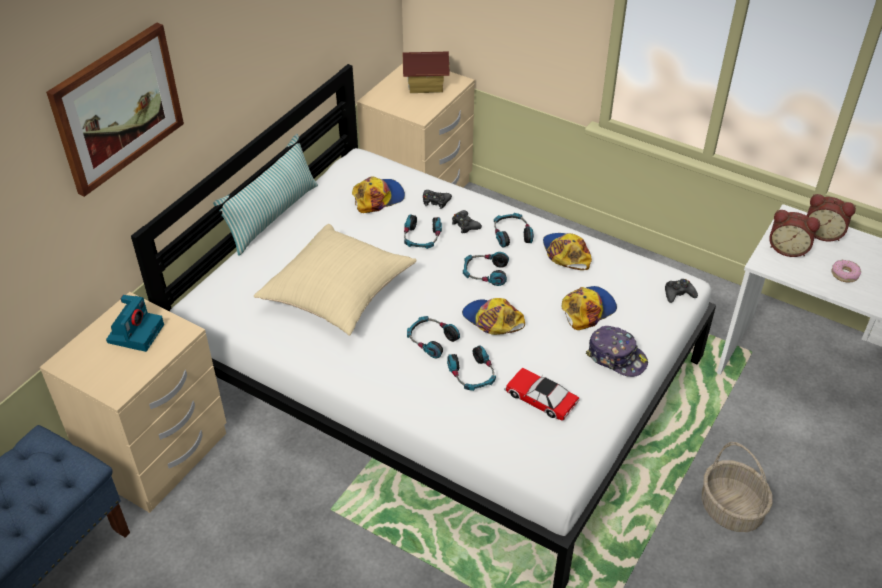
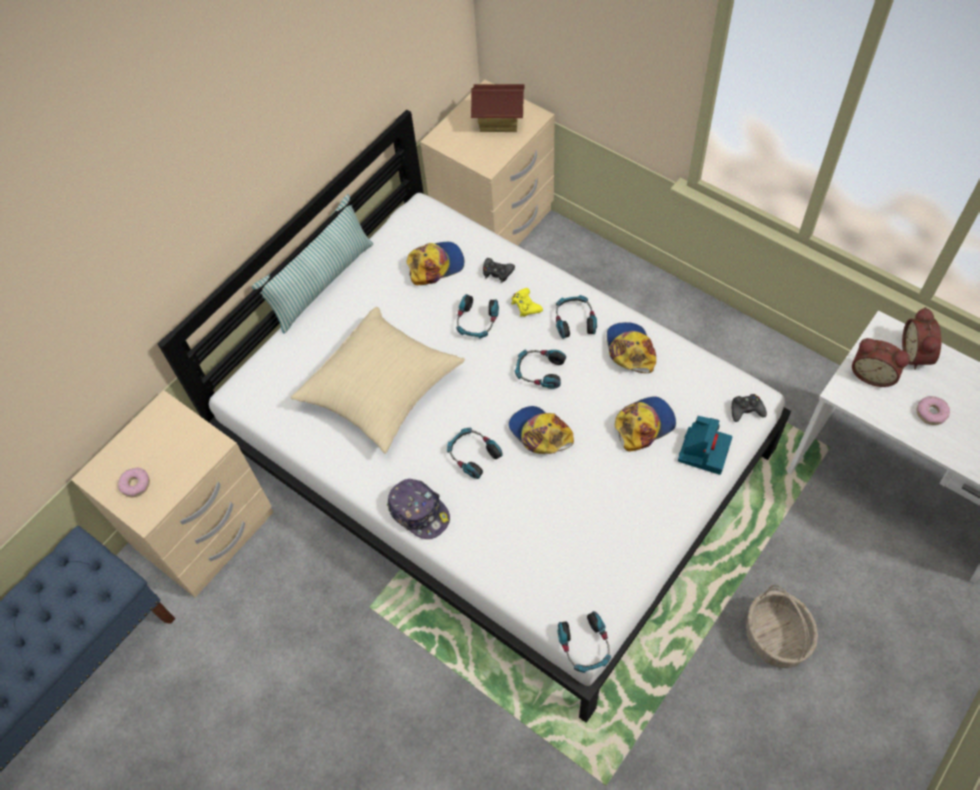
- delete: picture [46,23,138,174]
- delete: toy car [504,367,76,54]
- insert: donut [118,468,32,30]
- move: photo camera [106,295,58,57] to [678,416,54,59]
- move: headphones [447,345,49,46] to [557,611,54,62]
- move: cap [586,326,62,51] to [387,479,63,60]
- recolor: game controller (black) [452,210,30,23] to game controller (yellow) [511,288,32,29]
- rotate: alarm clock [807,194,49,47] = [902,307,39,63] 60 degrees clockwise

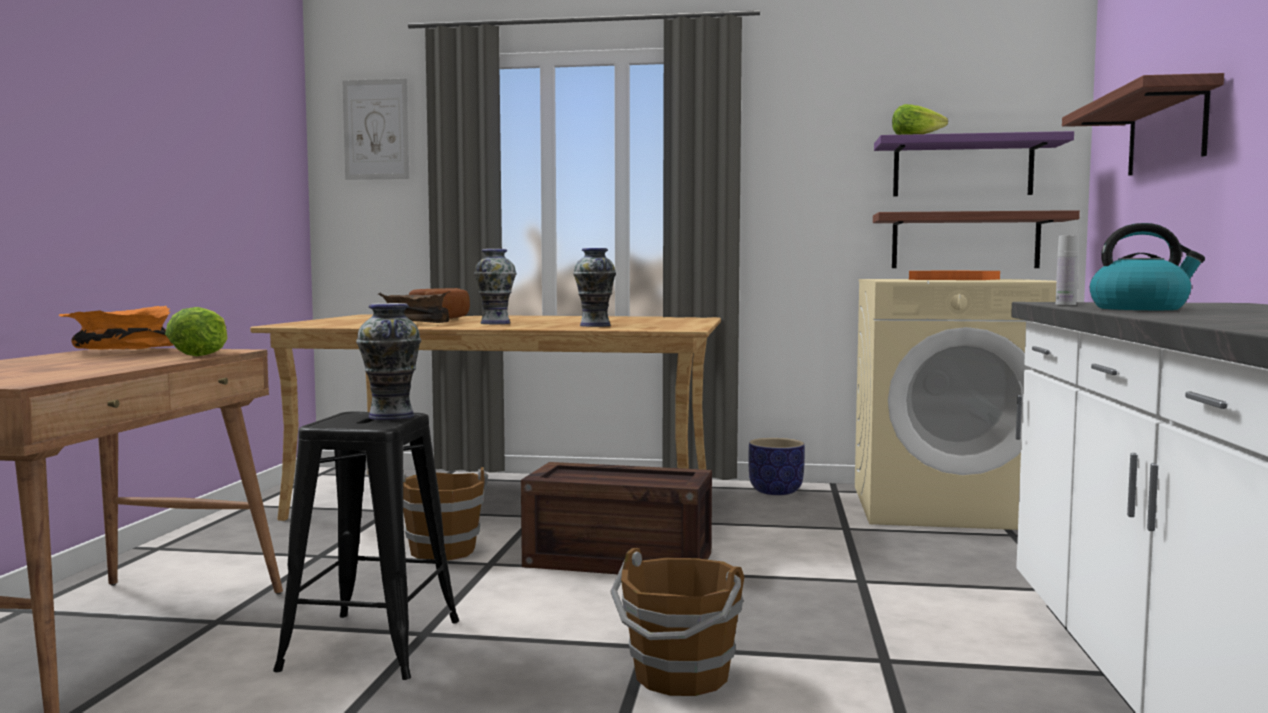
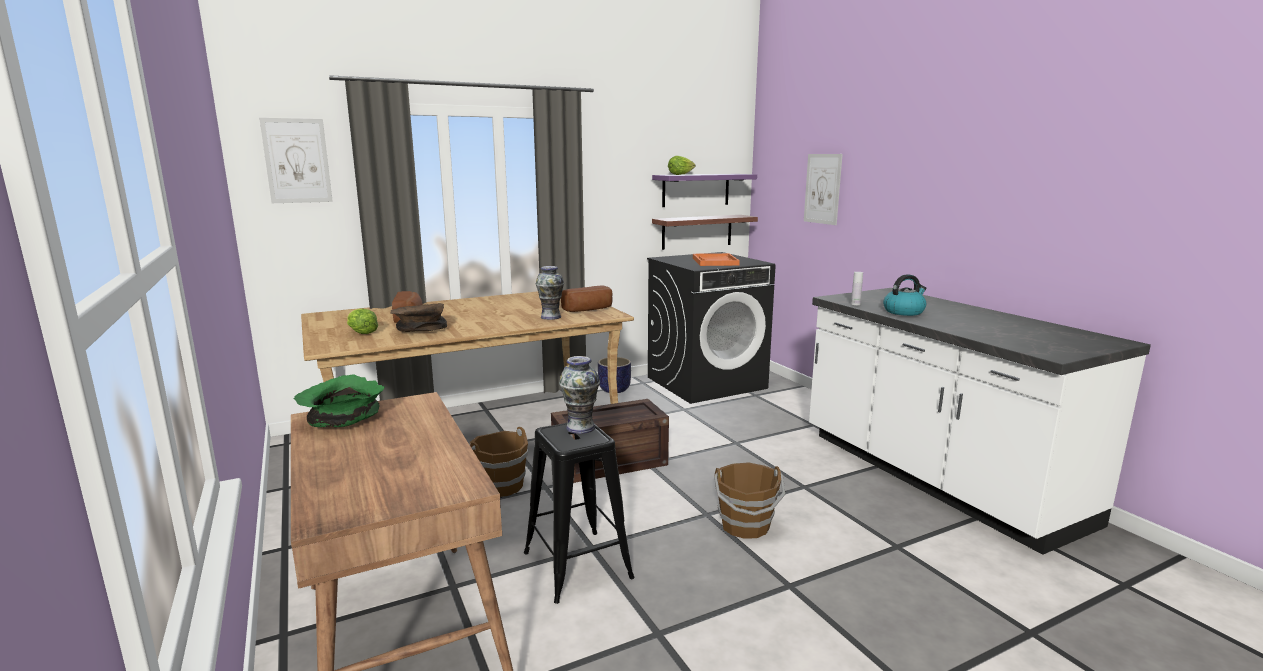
- delete: vase [474,249,43,75]
- insert: bread [561,285,52,27]
- move: lettuce [165,307,62,49] to [347,308,31,26]
- replace: shelf [1062,73,162,102] to picture [804,154,39,71]
- recolor: bowl (orange) [59,306,114,43] to bowl (green) [293,374,92,53]
- recolor: washing machine (beige) [855,279,201,251] to washing machine (black) [647,252,129,152]

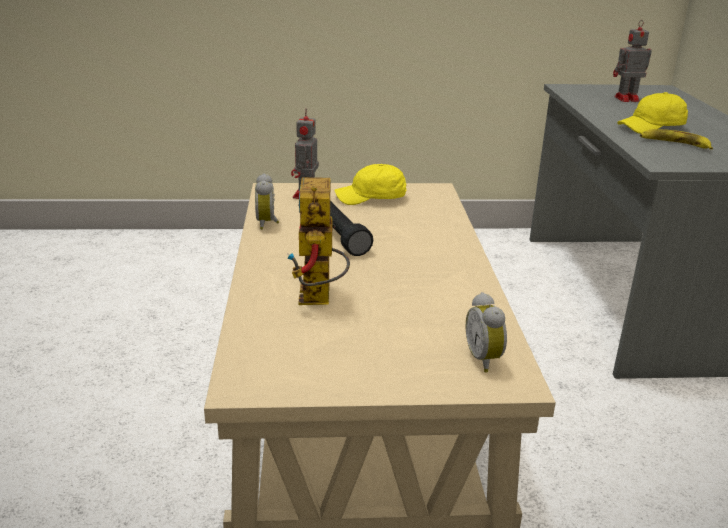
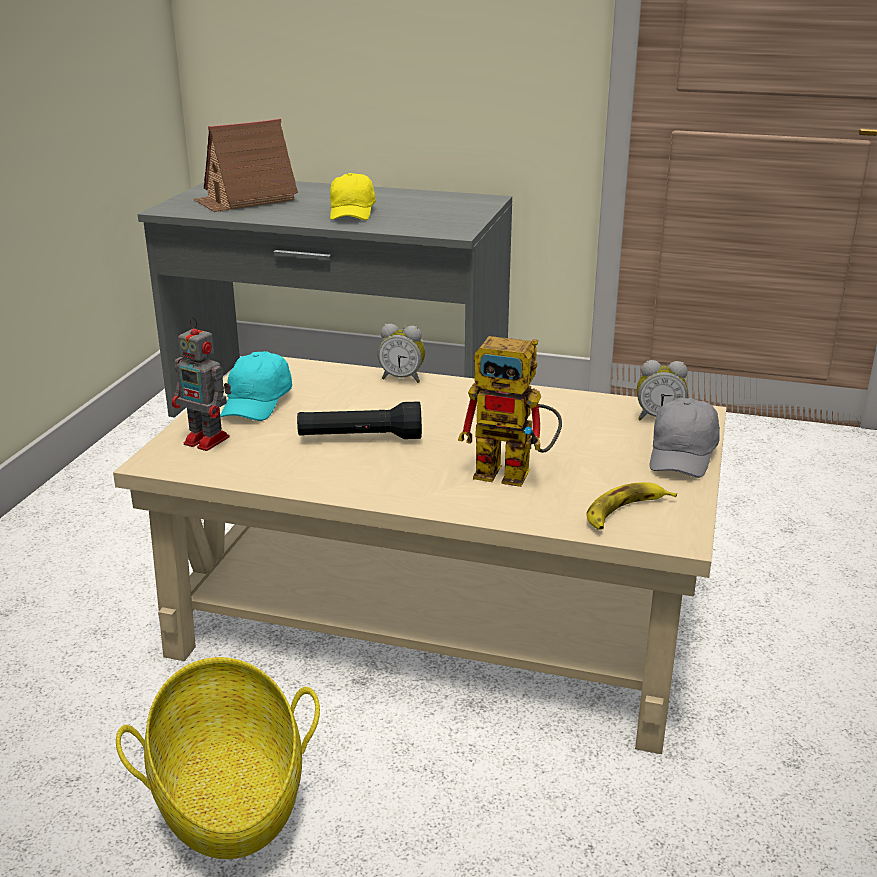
- insert: basket [116,657,204,202]
- insert: cap (grey) [649,398,71,80]
- move: alarm clock [255,173,24,57] to [378,324,47,59]
- move: banana [640,129,73,21] to [586,482,91,48]
- replace: toy robot [613,20,39,82] to toy house [193,118,105,94]
- recolor: cap (yellow) [334,164,73,41] to cap (turquoise) [220,351,72,70]

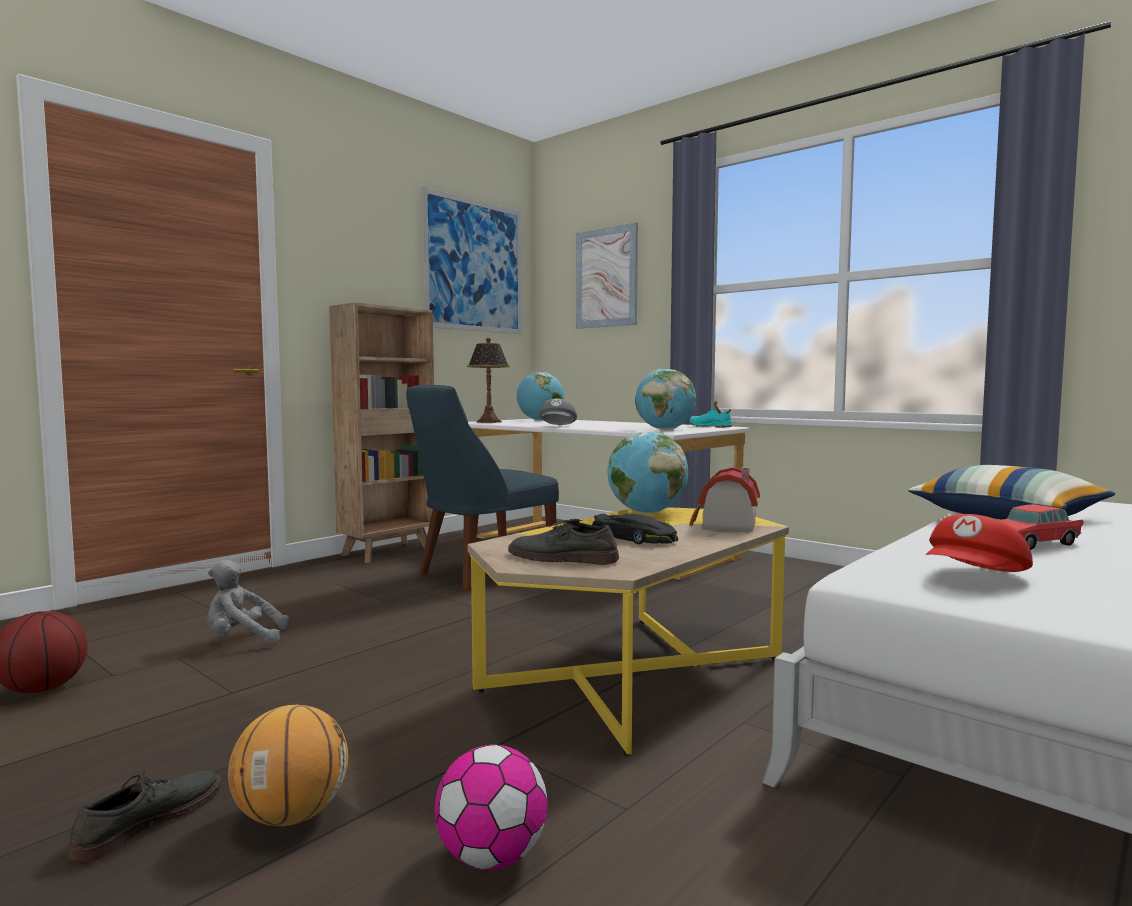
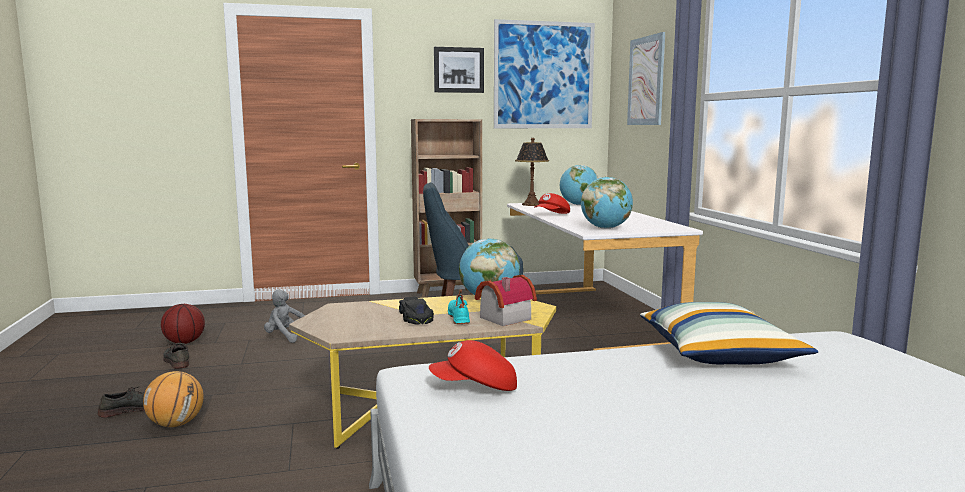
- delete: football [435,745,113,125]
- delete: toy car [999,504,85,46]
- insert: picture [434,47,50,46]
- move: shoe (grey) [508,519,111,46] to [163,343,26,26]
- move: shoe (turquoise) [689,401,43,27] to [448,289,22,35]
- recolor: cap (grey) [539,398,38,27] to cap (red) [535,193,35,21]

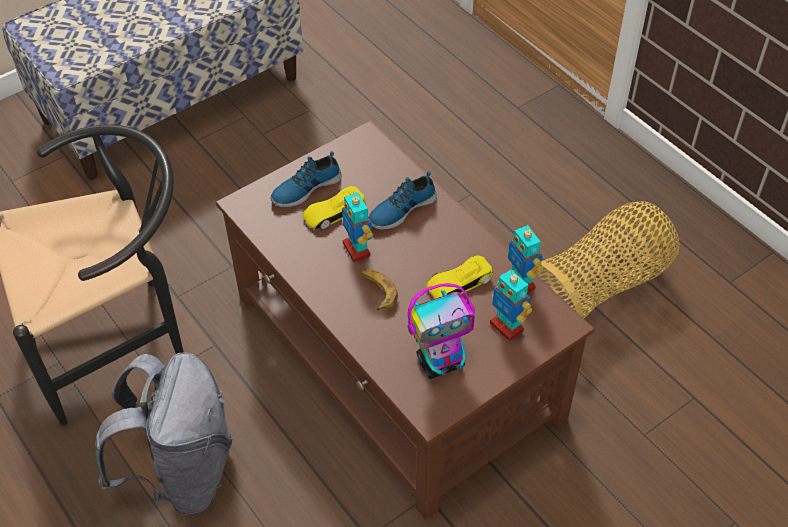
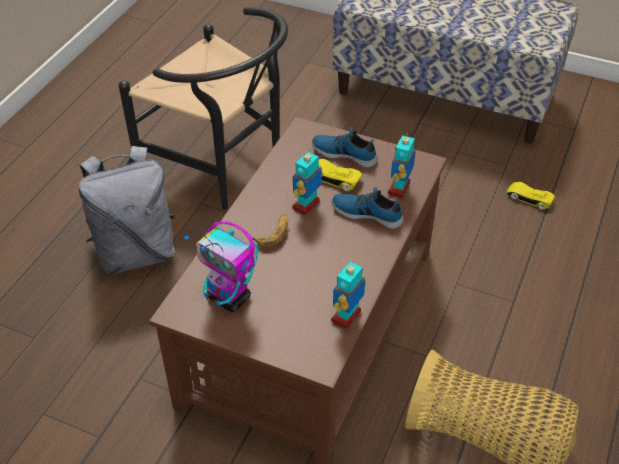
- move: toy car (yellow) [426,255,67,44] to [507,182,48,28]
- move: toy robot [490,269,42,72] to [388,135,28,63]

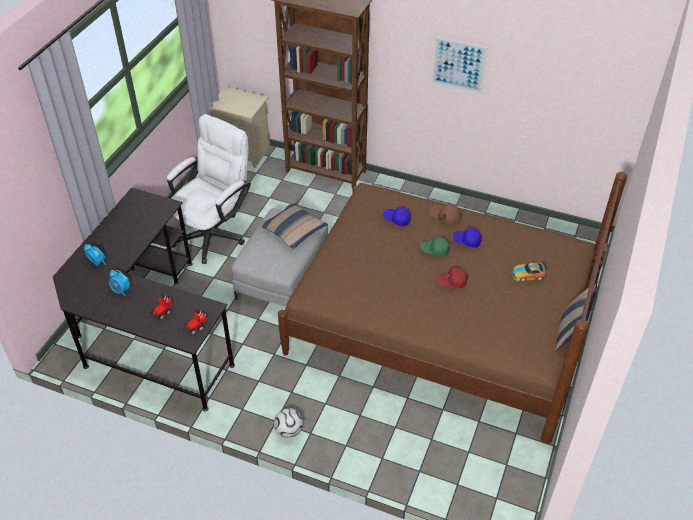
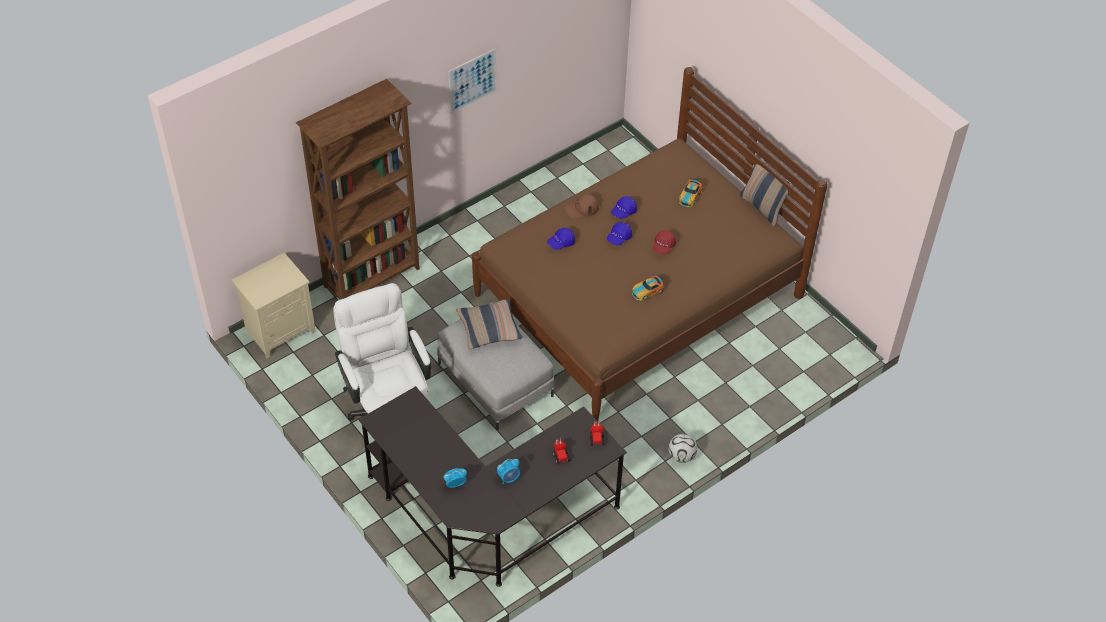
- insert: toy car [632,275,32,26]
- recolor: cap (green) [420,237,30,19] to cap (blue) [607,222,25,23]

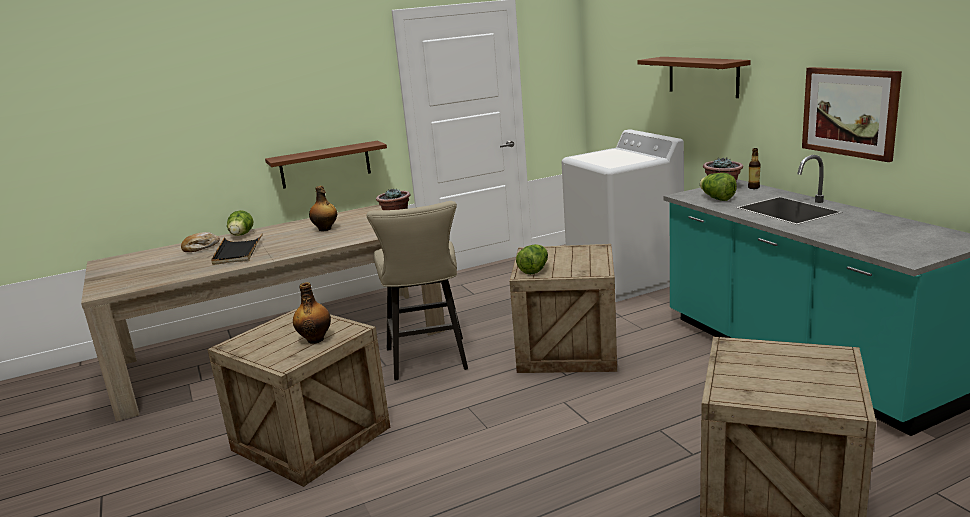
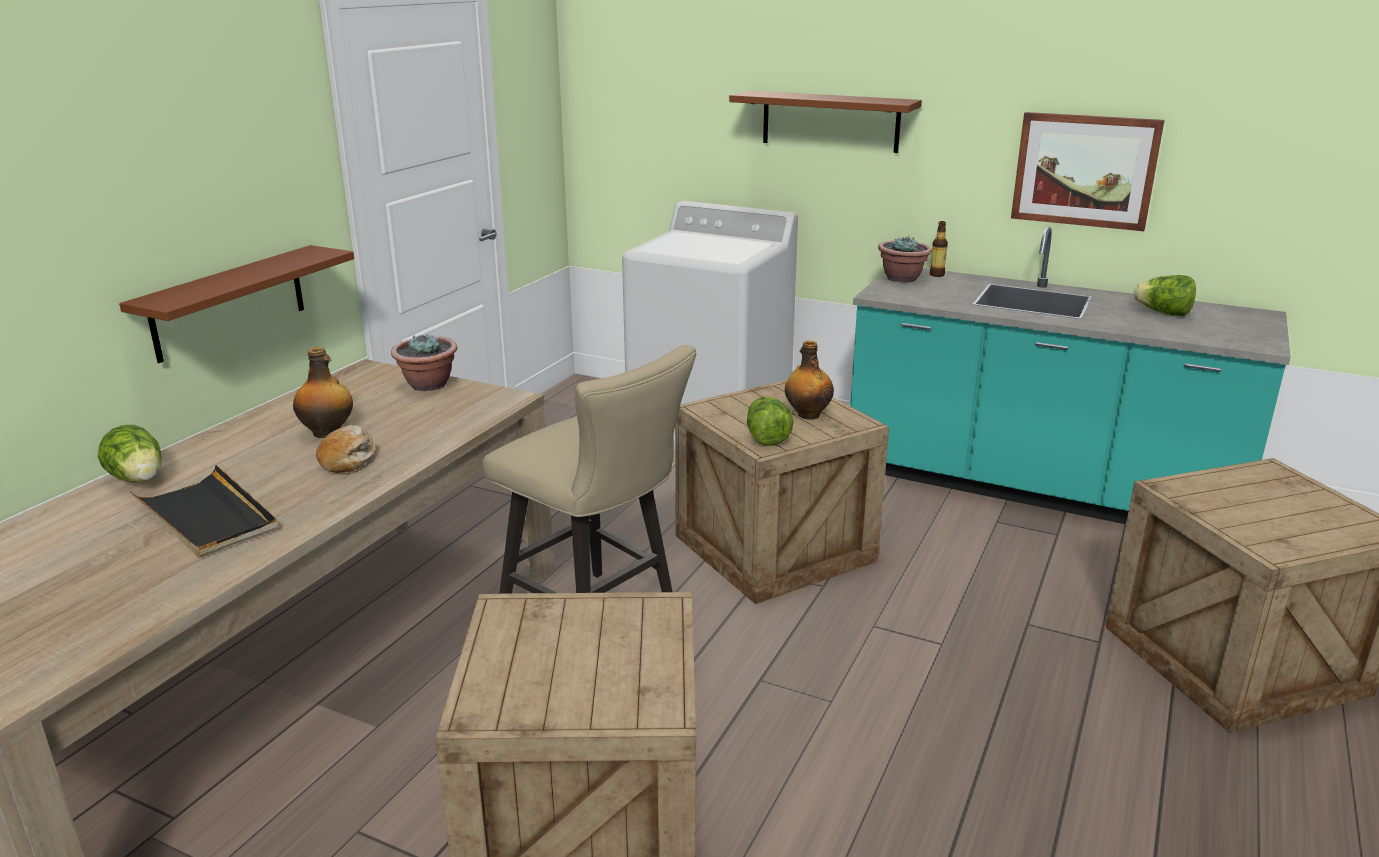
- move: bread [181,232,39,20] to [316,425,60,48]
- move: bottle [293,282,38,62] to [785,341,49,78]
- move: lettuce [700,173,37,28] to [1134,275,62,41]

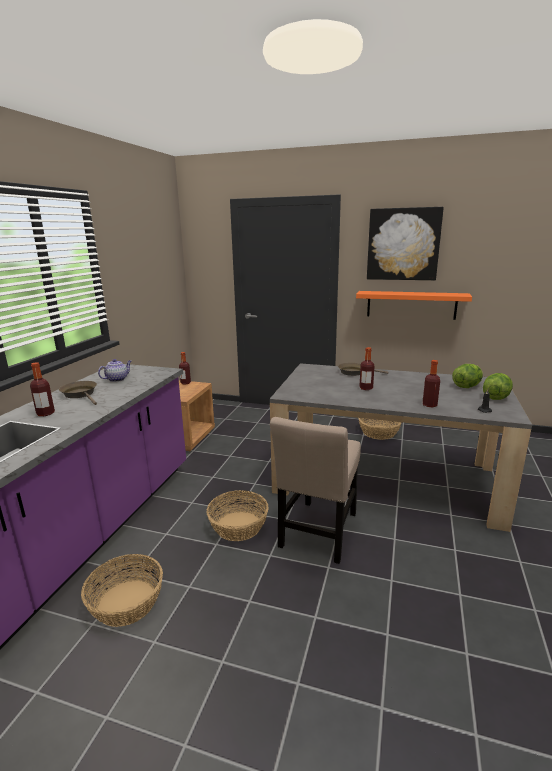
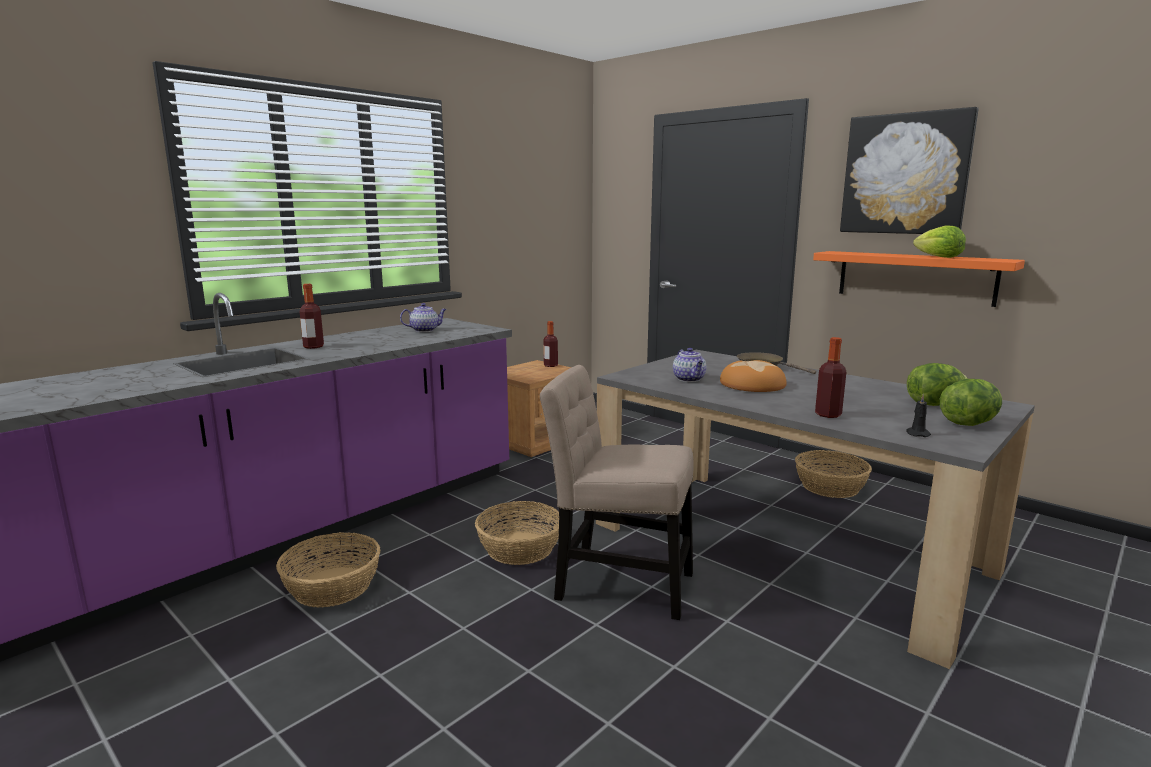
- delete: frying pan (brown) [59,381,38,24]
- insert: teapot [673,348,33,34]
- insert: lettuce [913,226,53,32]
- replace: bottle [359,347,15,43] to bread [720,360,67,32]
- rotate: chair (beige) [270,417,91,147] = [540,365,154,255] 60 degrees clockwise

